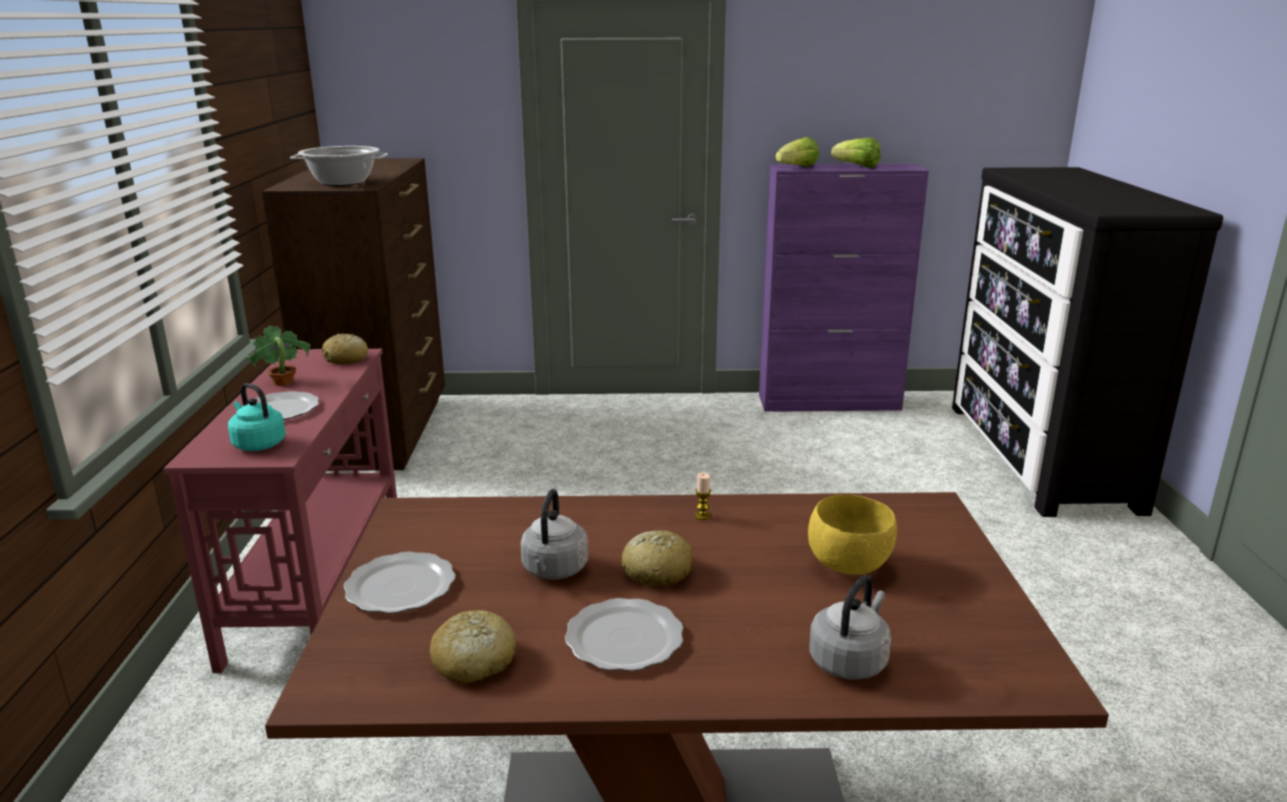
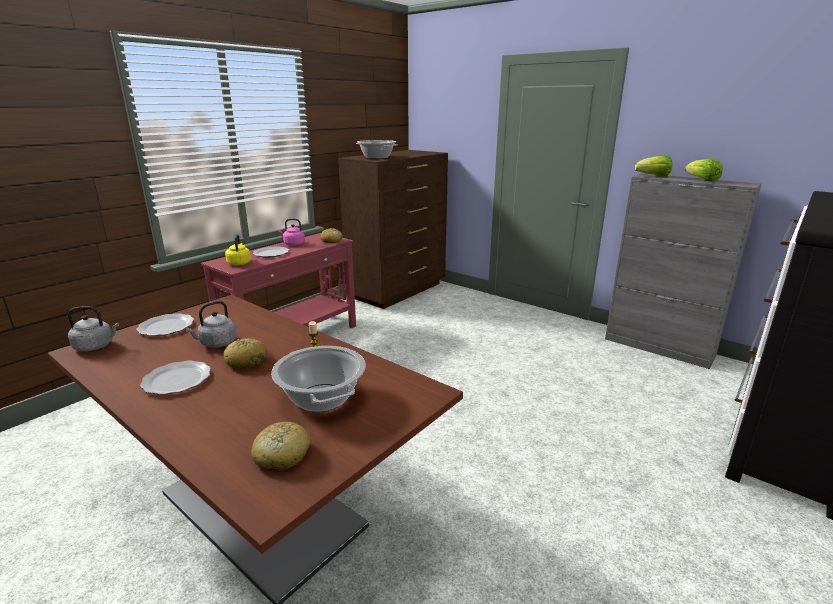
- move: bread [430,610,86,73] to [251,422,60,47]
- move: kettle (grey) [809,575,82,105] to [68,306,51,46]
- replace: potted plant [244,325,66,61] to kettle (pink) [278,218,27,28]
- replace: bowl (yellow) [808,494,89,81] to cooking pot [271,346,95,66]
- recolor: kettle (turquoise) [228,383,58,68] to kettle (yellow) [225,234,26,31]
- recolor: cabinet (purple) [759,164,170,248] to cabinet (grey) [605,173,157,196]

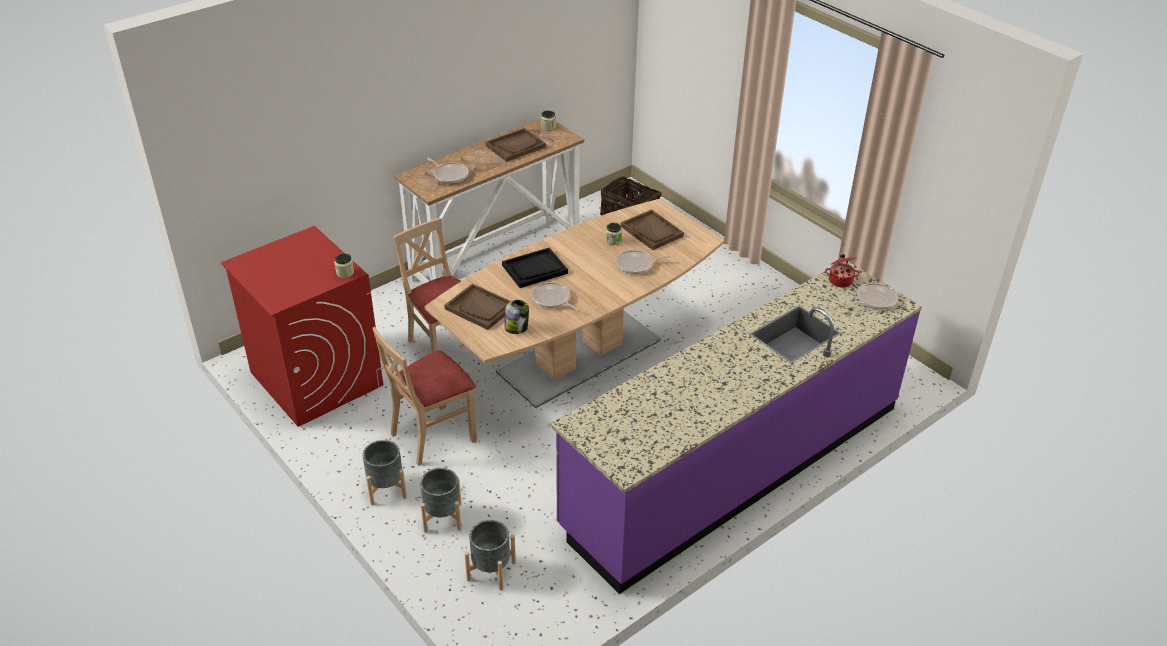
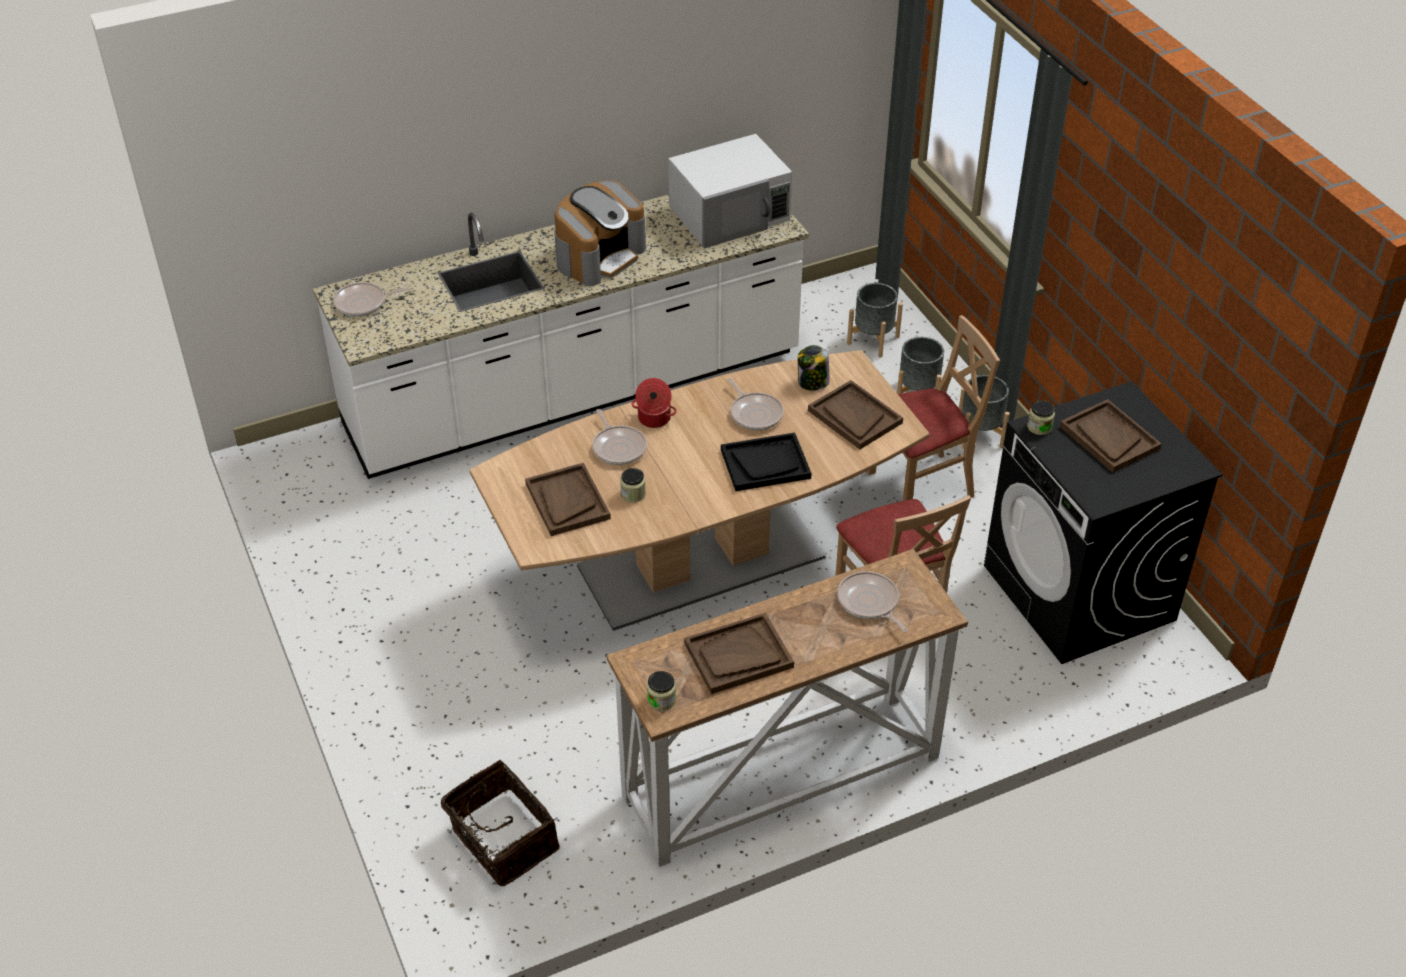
- insert: coffee machine [554,180,92,106]
- insert: microwave (white) [668,134,124,114]
- insert: tray (brown) [1060,399,102,74]
- move: cooking pot [825,254,35,34] to [632,378,45,50]
- recolor: washing machine (red) [221,226,162,201] to washing machine (black) [984,381,239,283]
- recolor: counter (purple) [551,261,371,333] to counter (white) [313,195,496,284]
- rotate: frying pan [616,250,55,24] = [592,409,55,56] 60 degrees clockwise

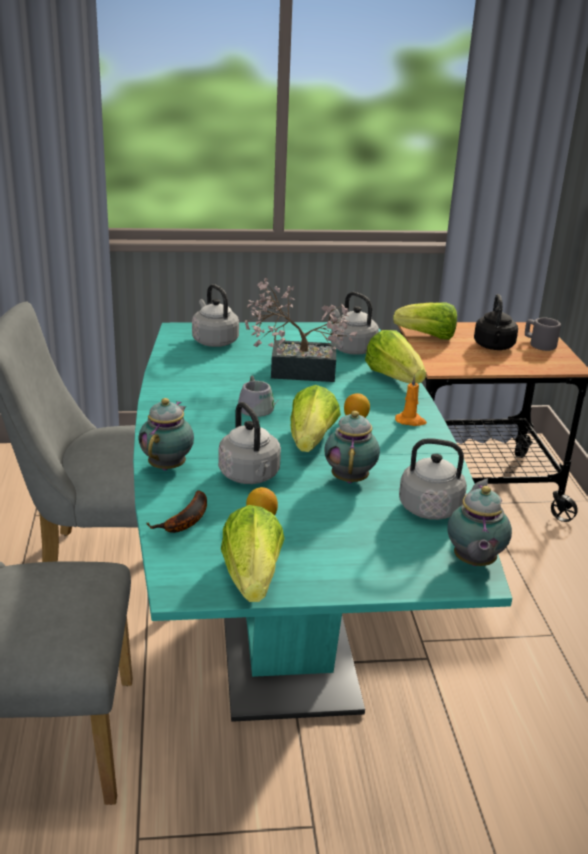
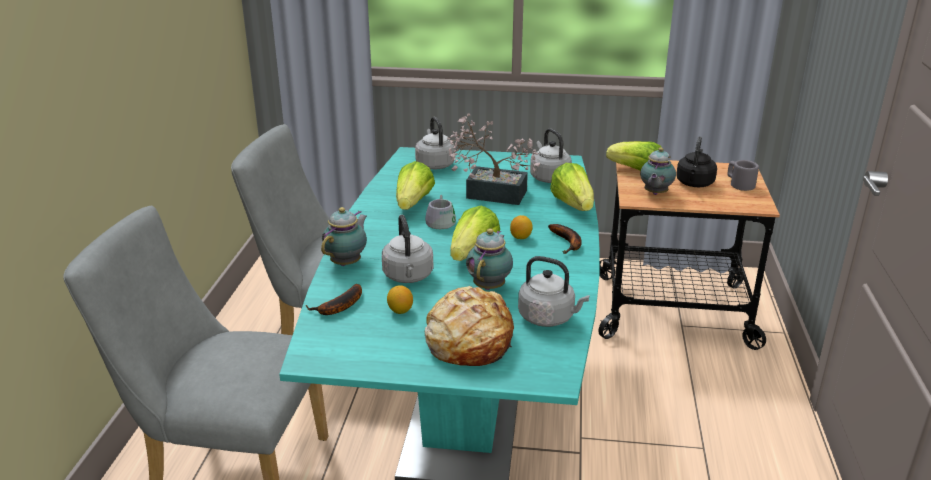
- insert: bread [425,286,89,80]
- move: lettuce [221,505,63,97] to [396,161,39,49]
- move: teapot [447,484,65,82] to [640,147,36,48]
- replace: candle (orange) [395,375,32,51] to banana [548,224,34,30]

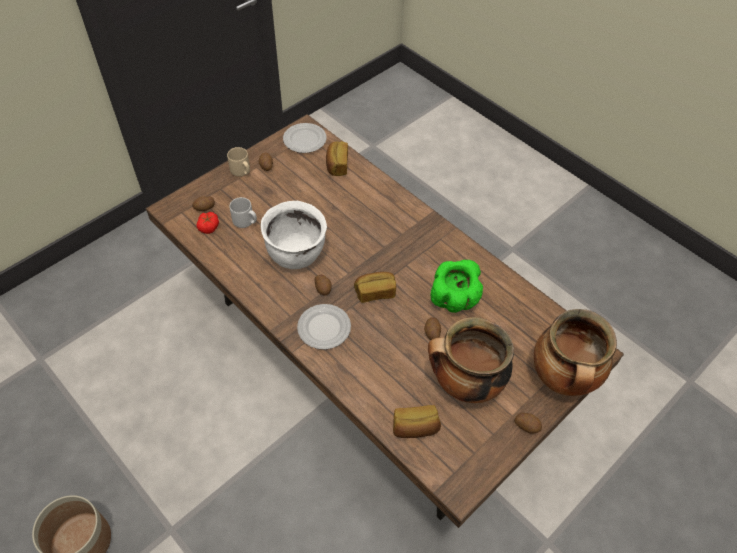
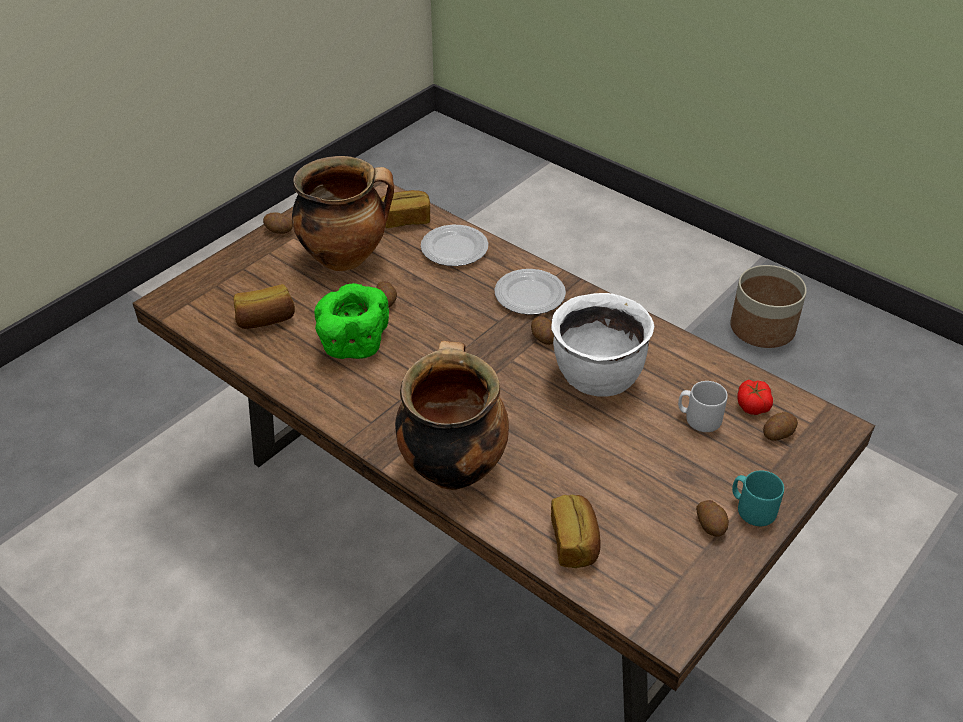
- move: plate [283,123,44,30] to [421,225,67,41]
- move: bread [354,272,42,31] to [234,284,61,45]
- move: cooking pot [534,309,83,87] to [395,341,114,149]
- recolor: mug (beige) [227,147,23,29] to mug (turquoise) [732,470,52,56]

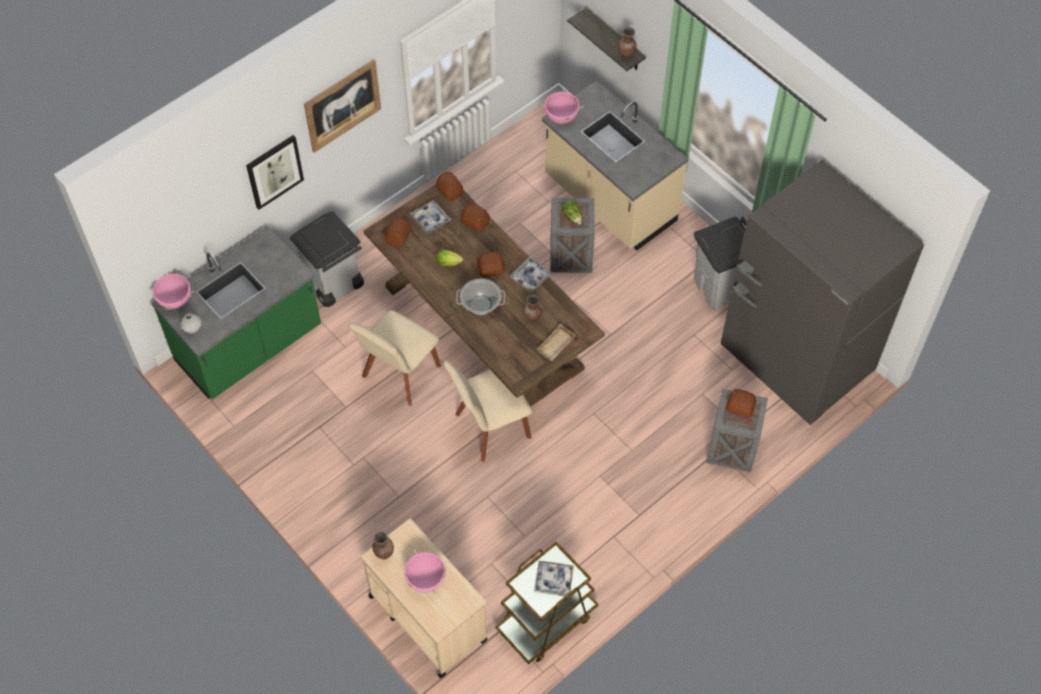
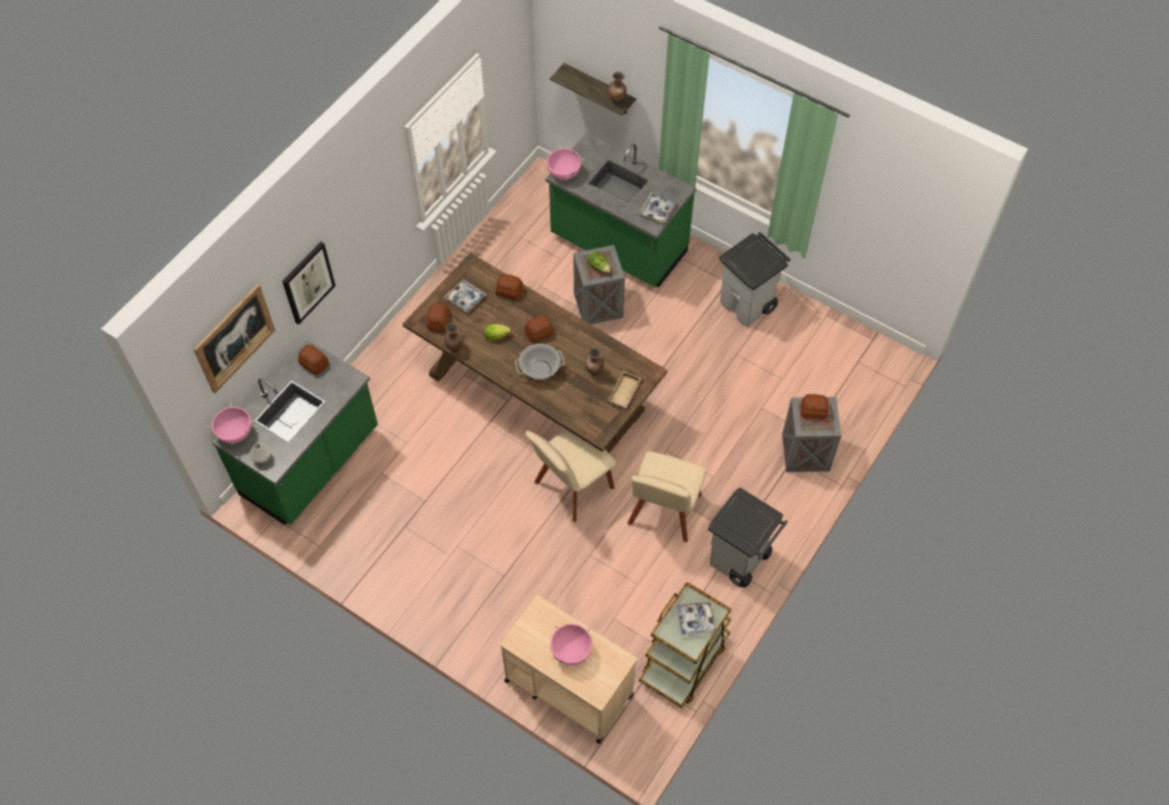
- delete: fridge (grey) [721,160,203,265]
- move: trash can (grey) [290,211,74,96] to [708,487,80,100]
- move: picture [304,59,77,94] to [193,284,82,109]
- move: chair (beige) [349,310,92,96] to [627,451,79,91]
- move: vase (brown) [372,532,22,28] to [444,323,20,29]
- move: bread [436,172,27,29] to [298,345,31,30]
- move: tray [510,257,42,36] to [639,192,38,31]
- recolor: counter (beige) [542,80,146,170] to counter (green) [545,132,151,155]

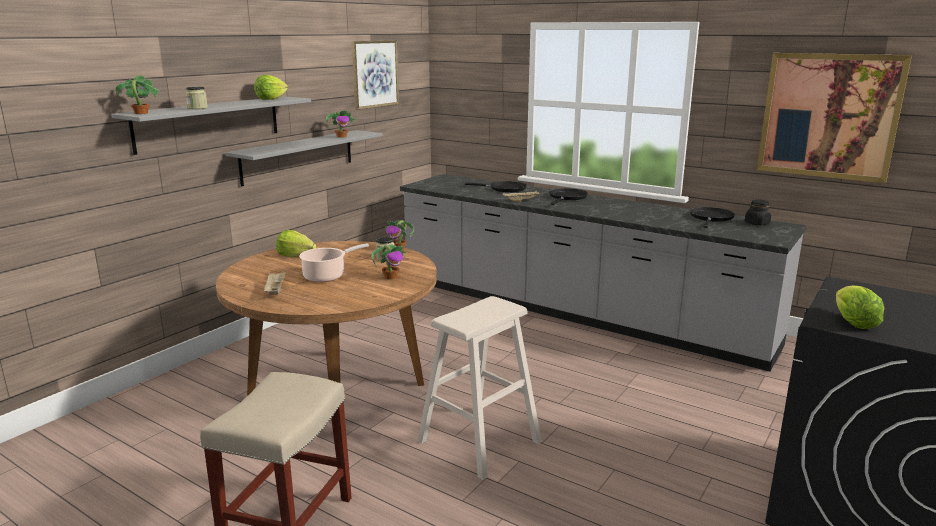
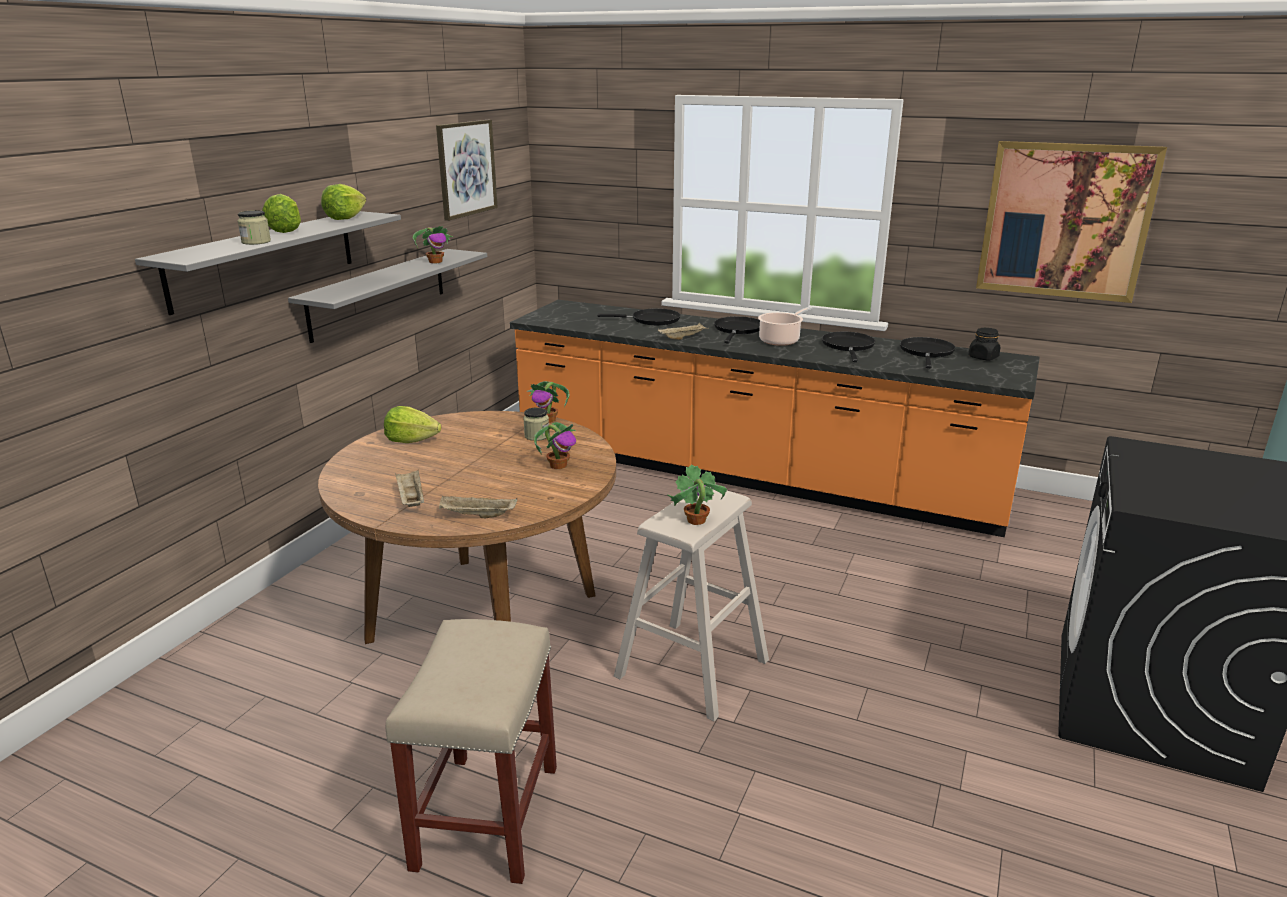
- insert: tray (beige) [439,496,79,22]
- insert: frying pan (black) [822,332,53,30]
- move: potted plant [115,75,45,39] to [667,464,60,61]
- move: cooking pot [299,243,70,39] to [758,307,54,39]
- move: lettuce [836,285,48,44] to [262,194,39,39]
- recolor: counter (grey) [400,174,406,198] to counter (orange) [510,300,530,237]

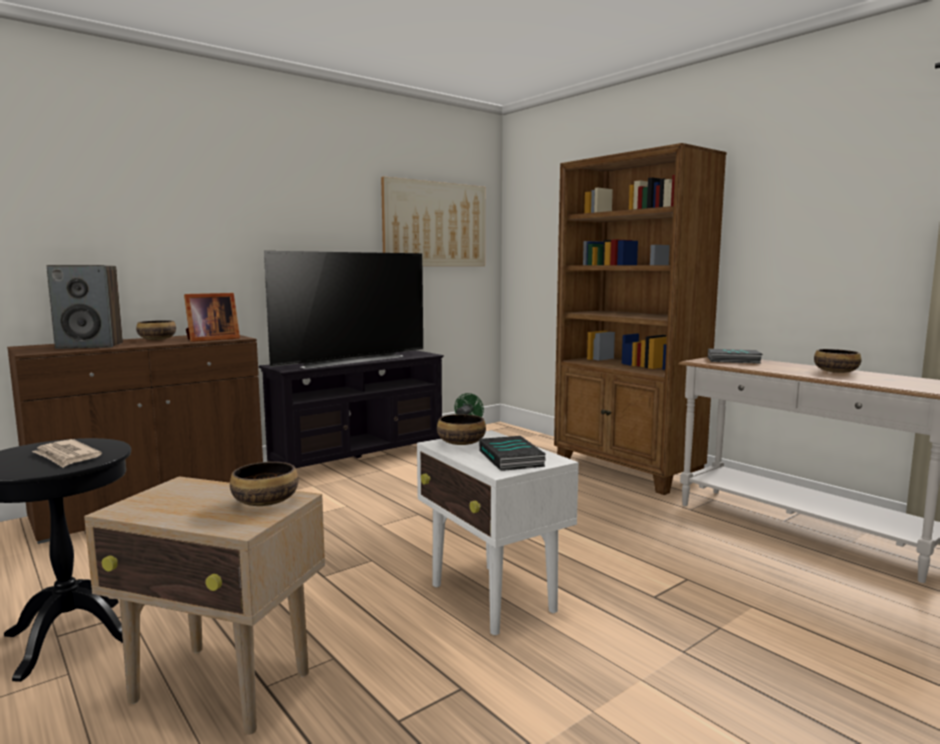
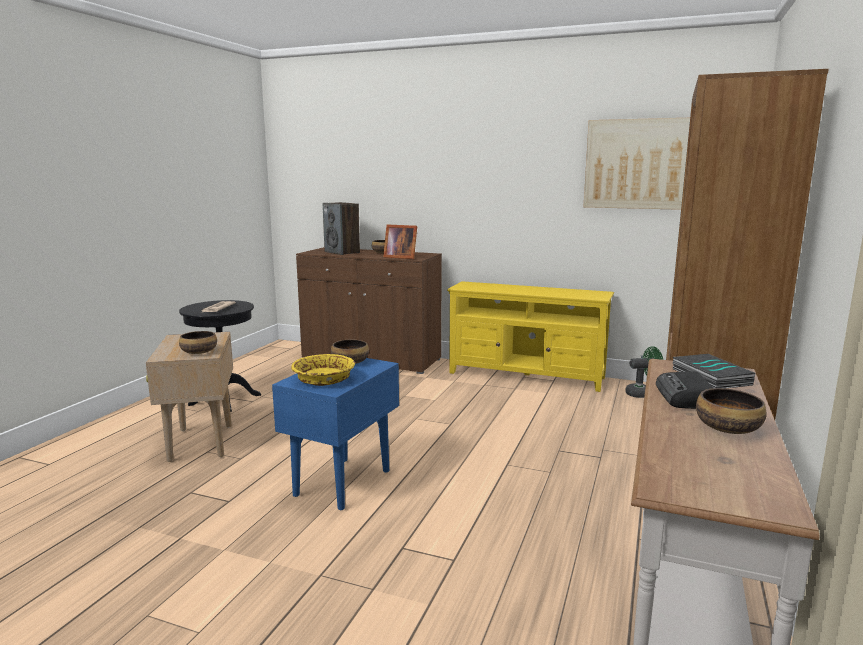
- delete: television [264,251,159,118]
- insert: radio [656,371,57,38]
- replace: book [479,436,67,35] to bowl (yellow) [291,354,64,32]
- recolor: tv stand (black) [259,350,185,118] to tv stand (yellow) [447,281,167,111]
- recolor: side table (white) [417,430,162,205] to side table (blue) [272,358,127,152]

